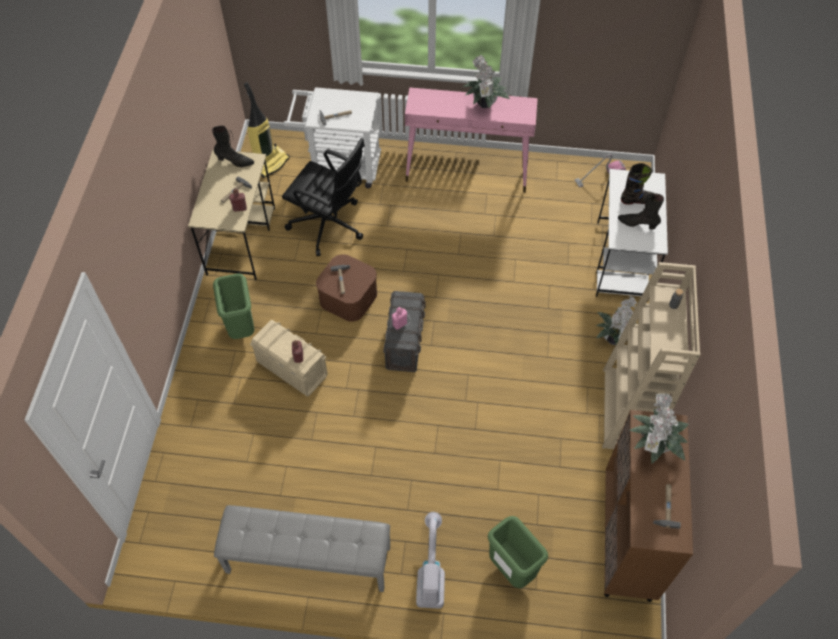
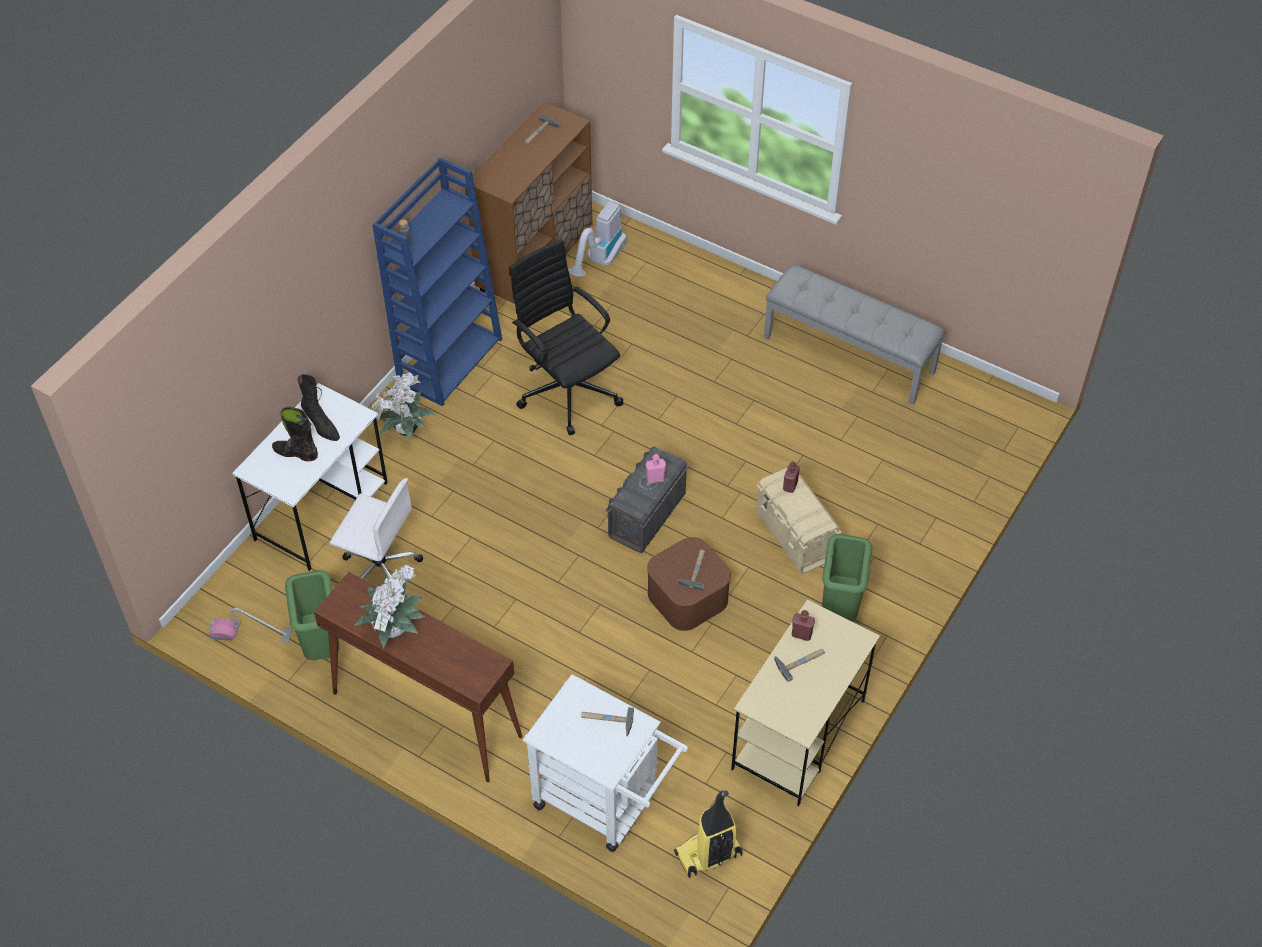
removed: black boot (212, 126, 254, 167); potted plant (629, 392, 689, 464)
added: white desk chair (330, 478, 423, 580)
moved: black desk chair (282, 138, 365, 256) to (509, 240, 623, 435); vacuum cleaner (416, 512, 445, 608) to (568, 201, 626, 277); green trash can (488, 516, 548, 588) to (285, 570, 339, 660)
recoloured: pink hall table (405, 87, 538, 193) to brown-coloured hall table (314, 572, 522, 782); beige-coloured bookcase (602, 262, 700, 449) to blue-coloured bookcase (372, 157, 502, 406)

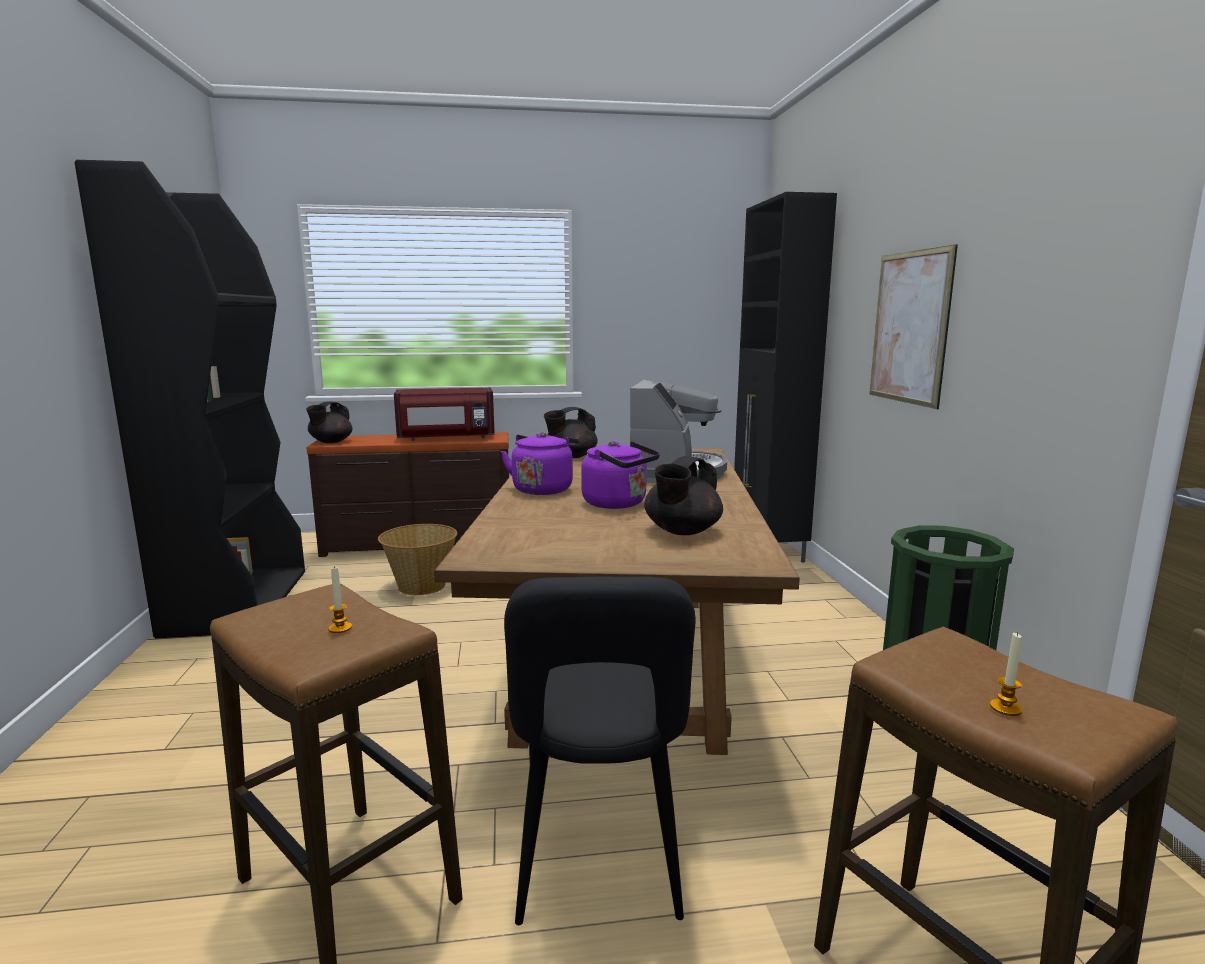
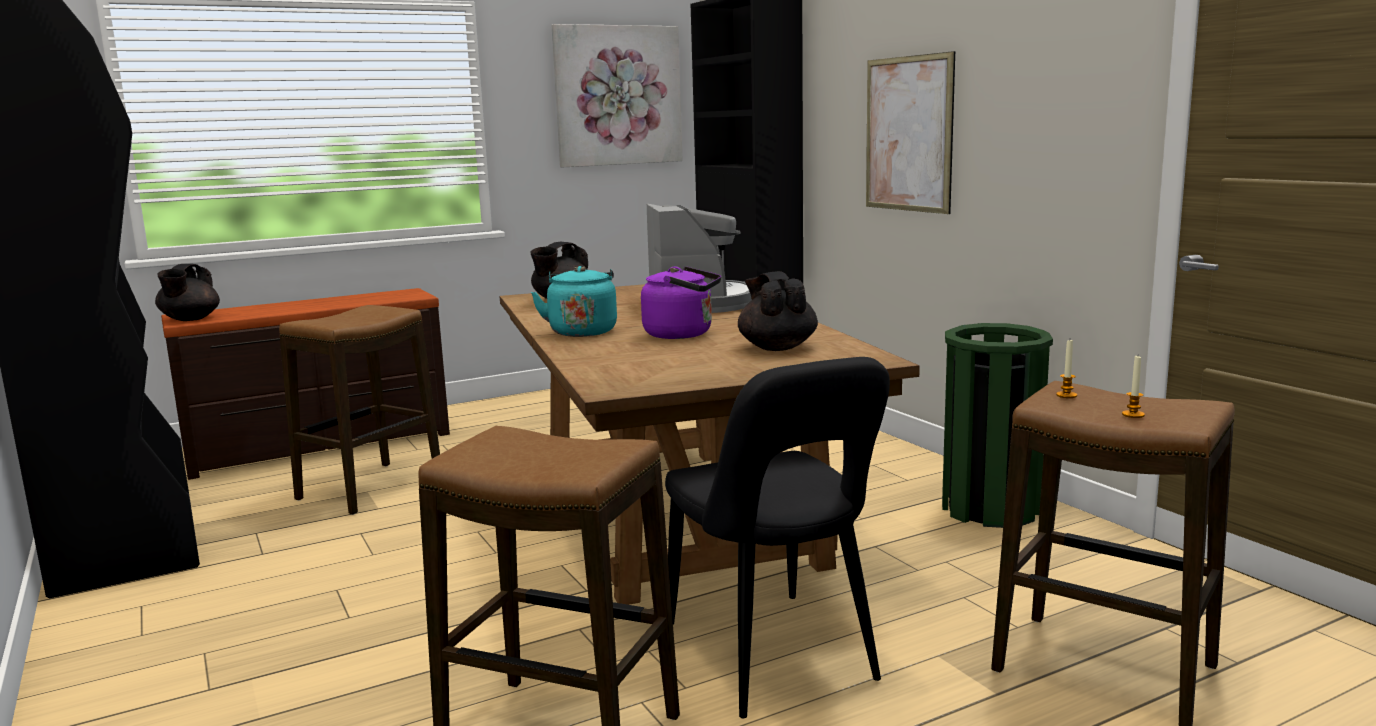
removed: reddish microwave (394, 388, 495, 441)
added: picture (551, 24, 683, 167)
moved: candle (328, 566, 352, 633) to (1056, 340, 1077, 398)
replaced: basket (378, 524, 457, 595) to stool seat (279, 305, 440, 515)
recoloured: purple-coloured kettle (501, 432, 579, 495) to blue-green kettle (531, 266, 617, 337)
turned: black tea pot (644, 456, 723, 535) = (738, 271, 818, 351) 150 degrees clockwise

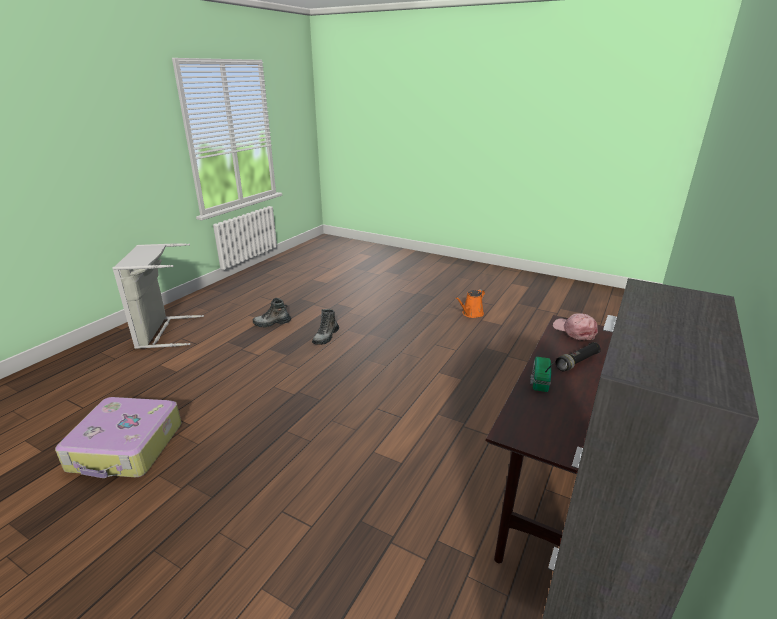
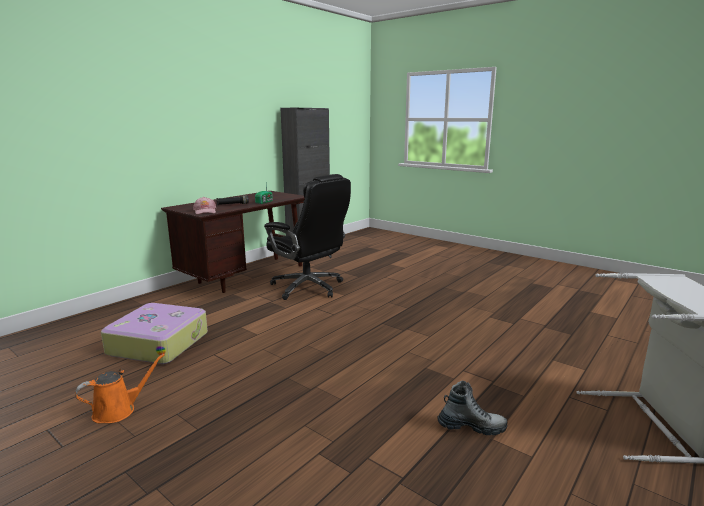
removed: boot (312, 309, 339, 345)
added: black desk chair (264, 174, 351, 300)
moved: piece of luggage (55, 397, 182, 478) to (101, 303, 208, 364)

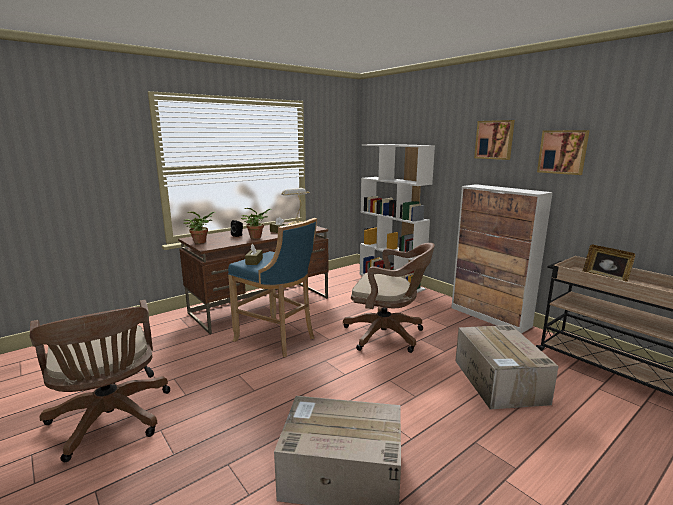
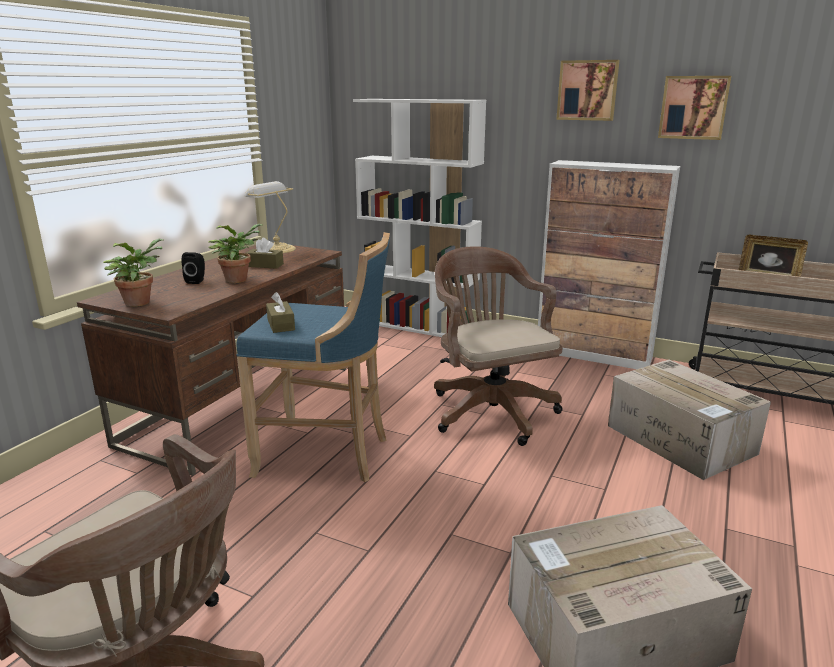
turned: brown-coloured desk chair (343, 243, 435, 353) = (434, 246, 563, 446) 105 degrees counterclockwise

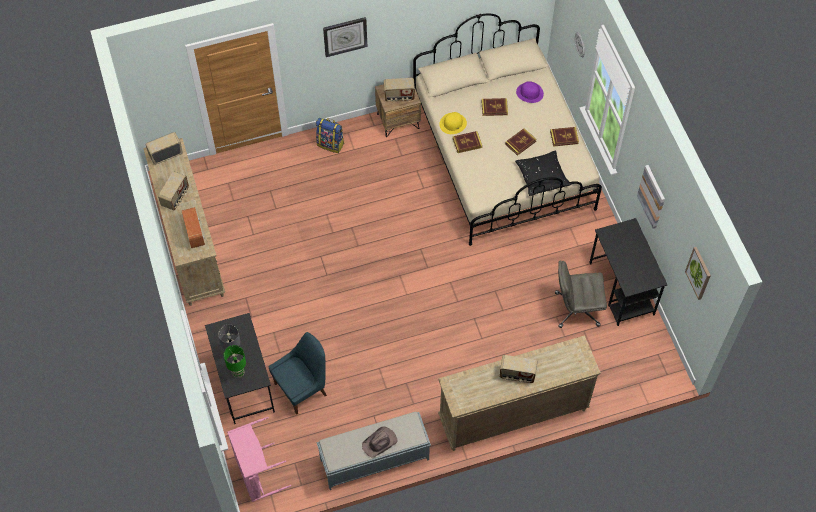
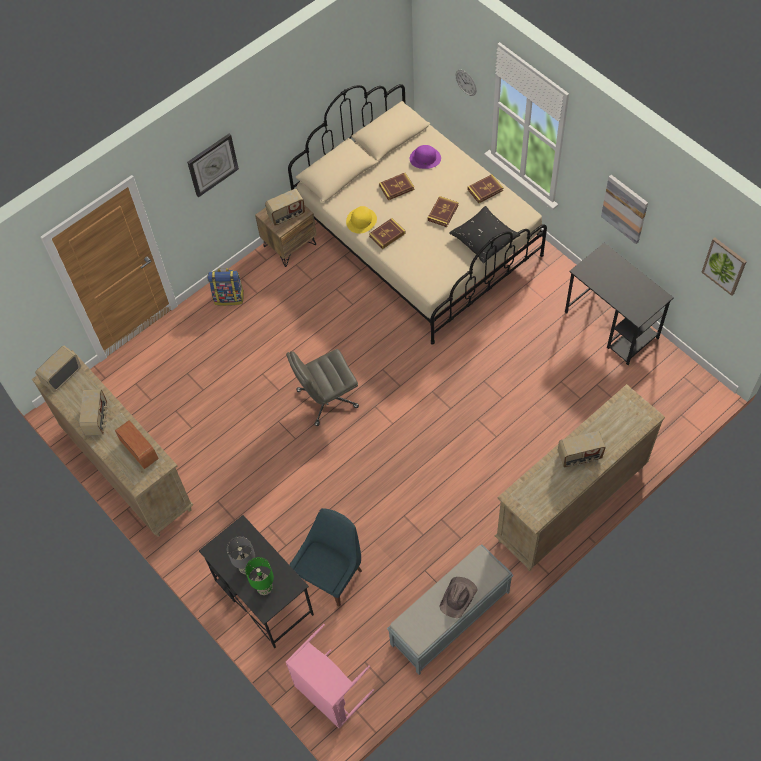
moved: greyish desk chair (555, 260, 607, 328) to (286, 349, 359, 426)

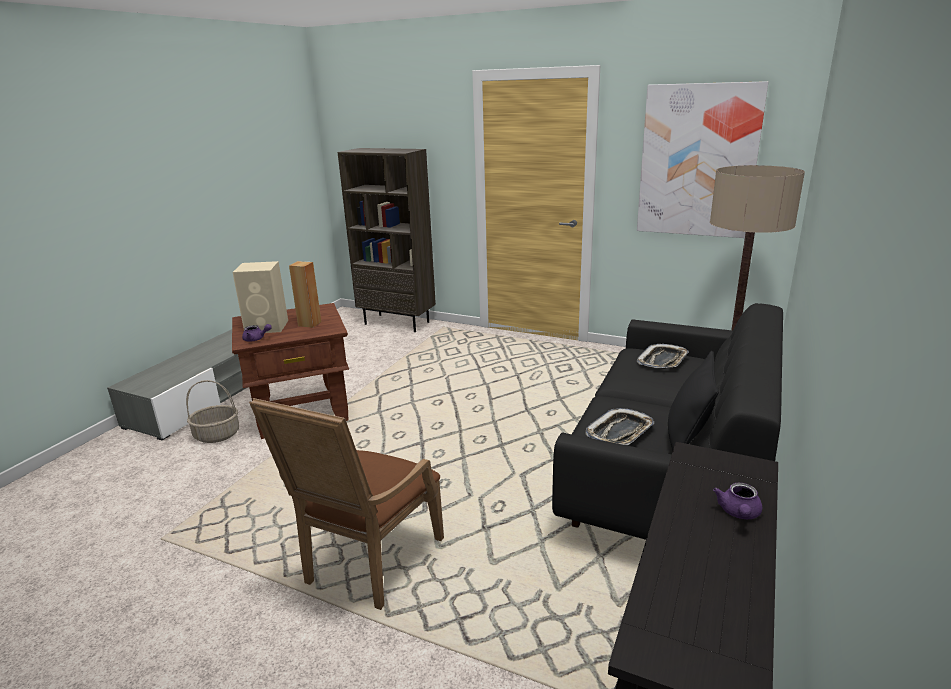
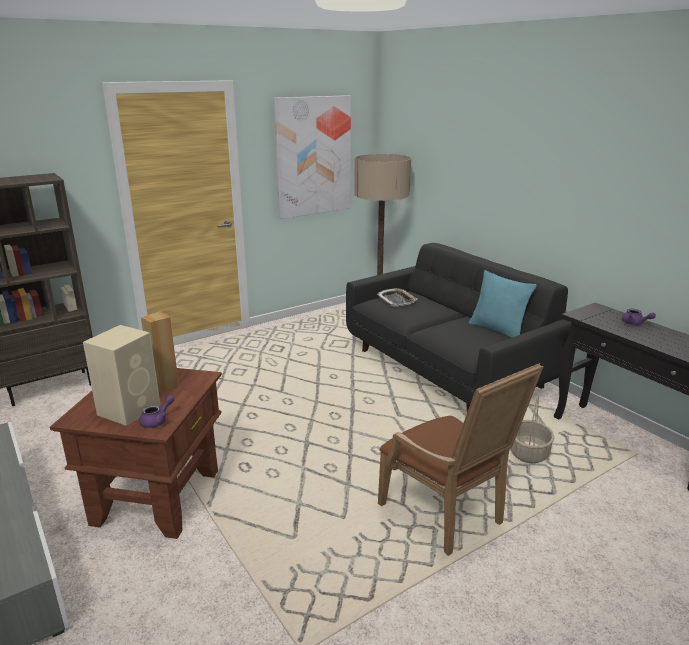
removed: serving tray (585, 408, 654, 445)
moved: basket (186, 380, 239, 443) to (510, 396, 554, 463)
recoloured: black pillow (668, 351, 719, 452) to blue-green pillow (469, 270, 536, 338)

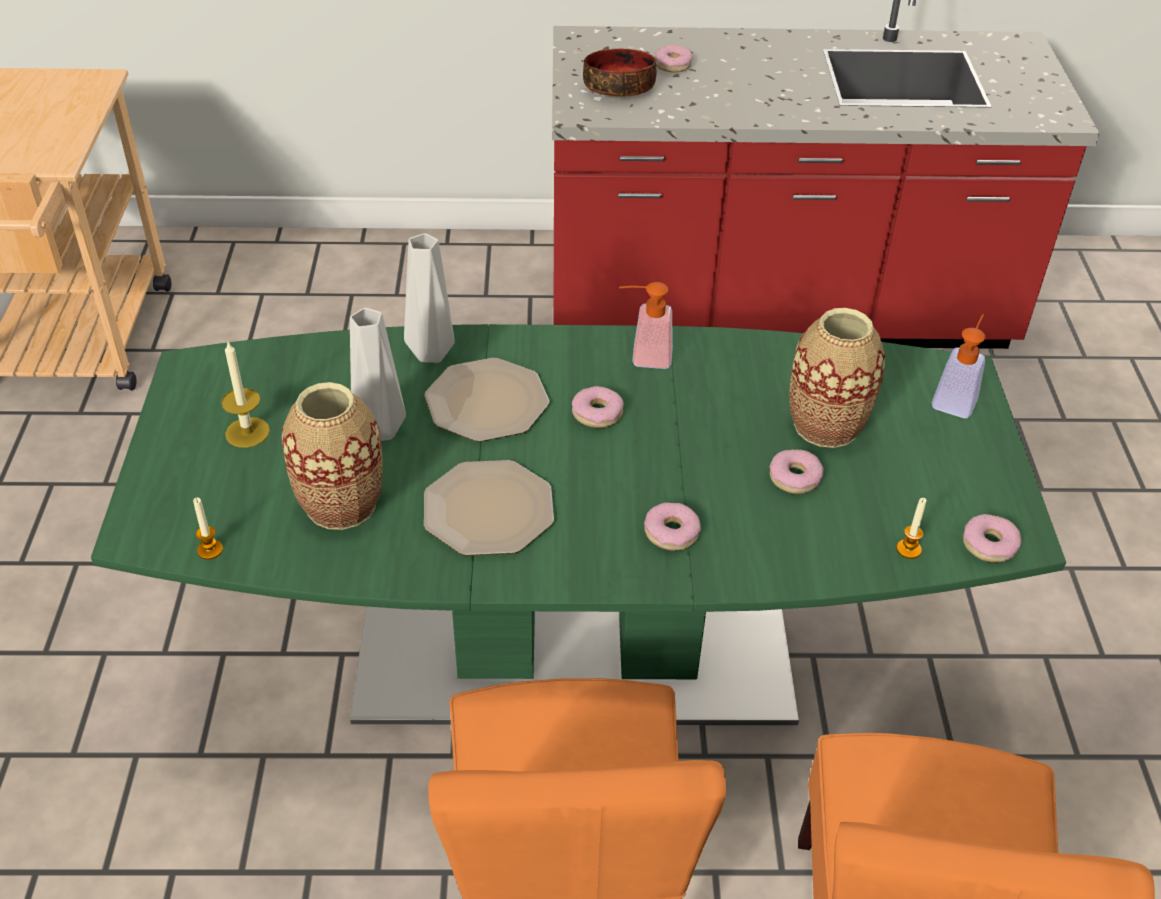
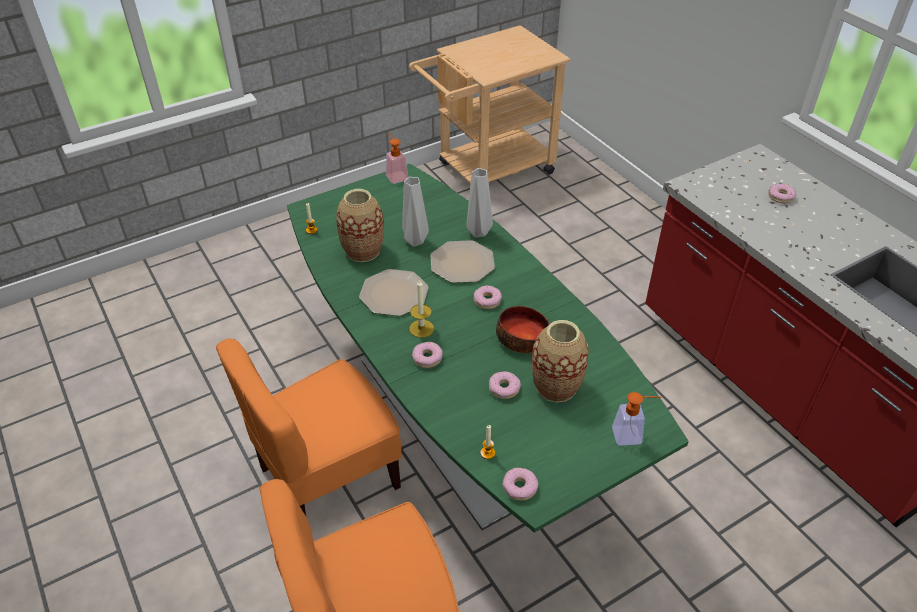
moved: candle (221, 340, 270, 448) to (409, 279, 434, 338); bowl (583, 49, 656, 97) to (496, 306, 549, 353); soap dispenser (619, 282, 673, 369) to (386, 133, 408, 184)

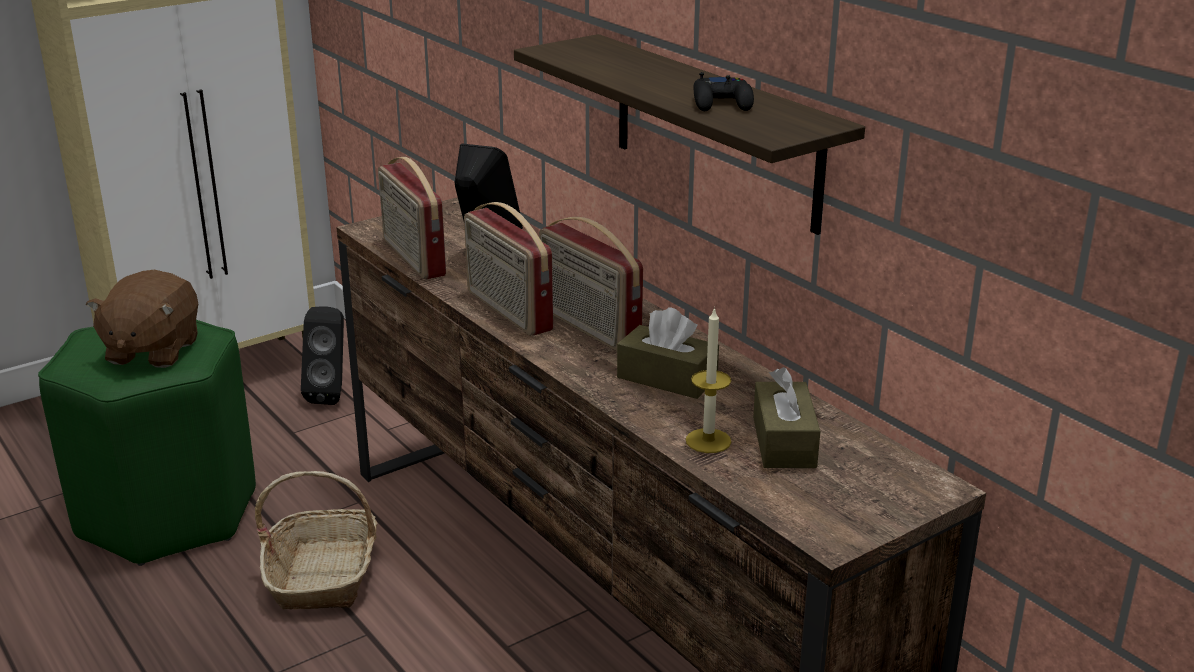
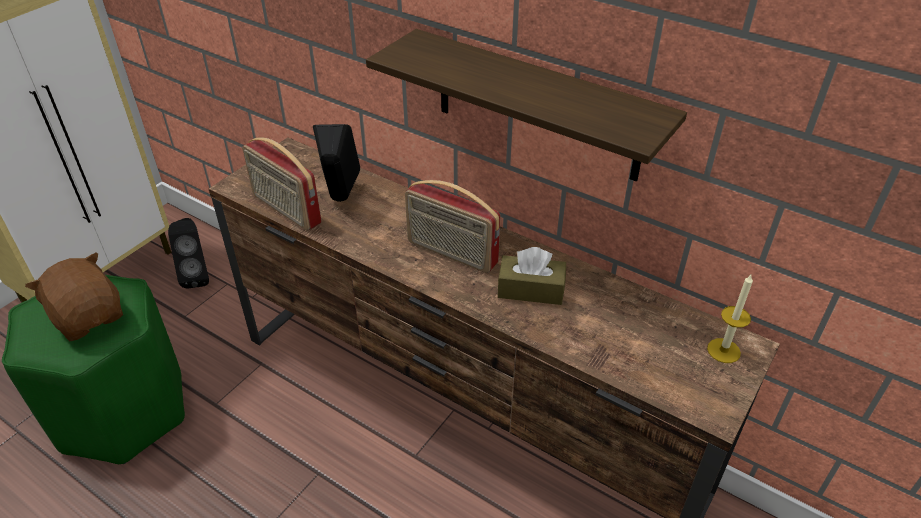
removed: basket (255, 471, 377, 610); radio set (464, 202, 553, 336); black gamepad (693, 72, 754, 111); brown-coloured tissue box (753, 367, 820, 468)
moved: candle (686, 307, 731, 453) to (707, 275, 753, 363)
turned: brown-coloured soft toy (86, 270, 198, 368) = (25, 253, 123, 341) 150 degrees clockwise

